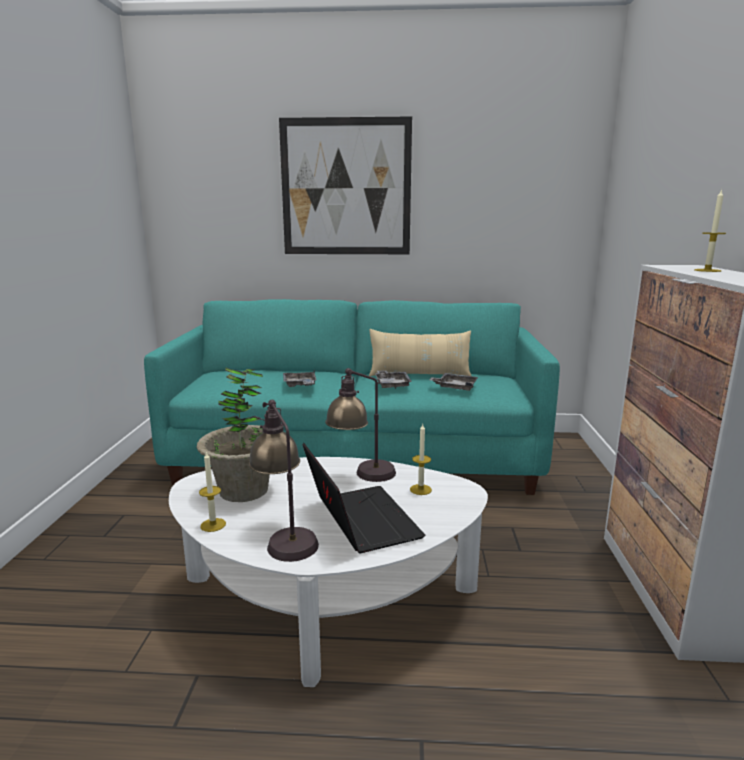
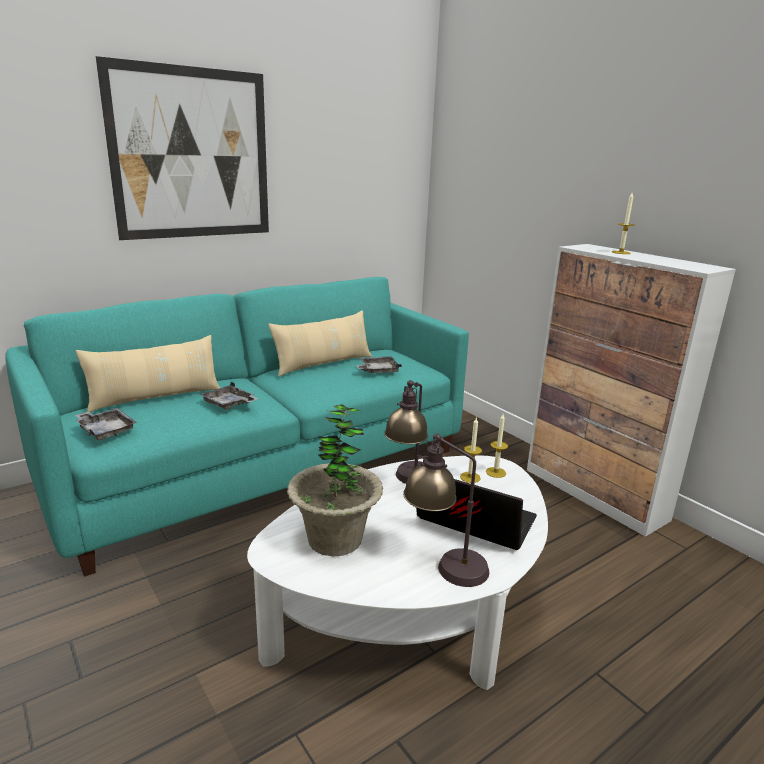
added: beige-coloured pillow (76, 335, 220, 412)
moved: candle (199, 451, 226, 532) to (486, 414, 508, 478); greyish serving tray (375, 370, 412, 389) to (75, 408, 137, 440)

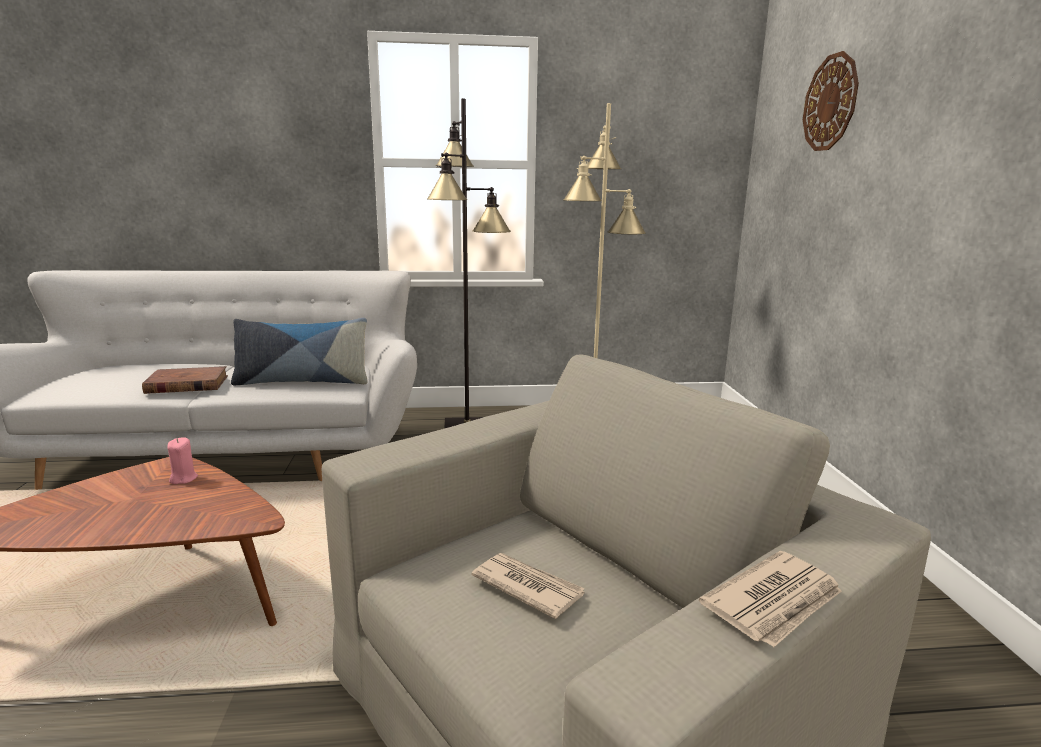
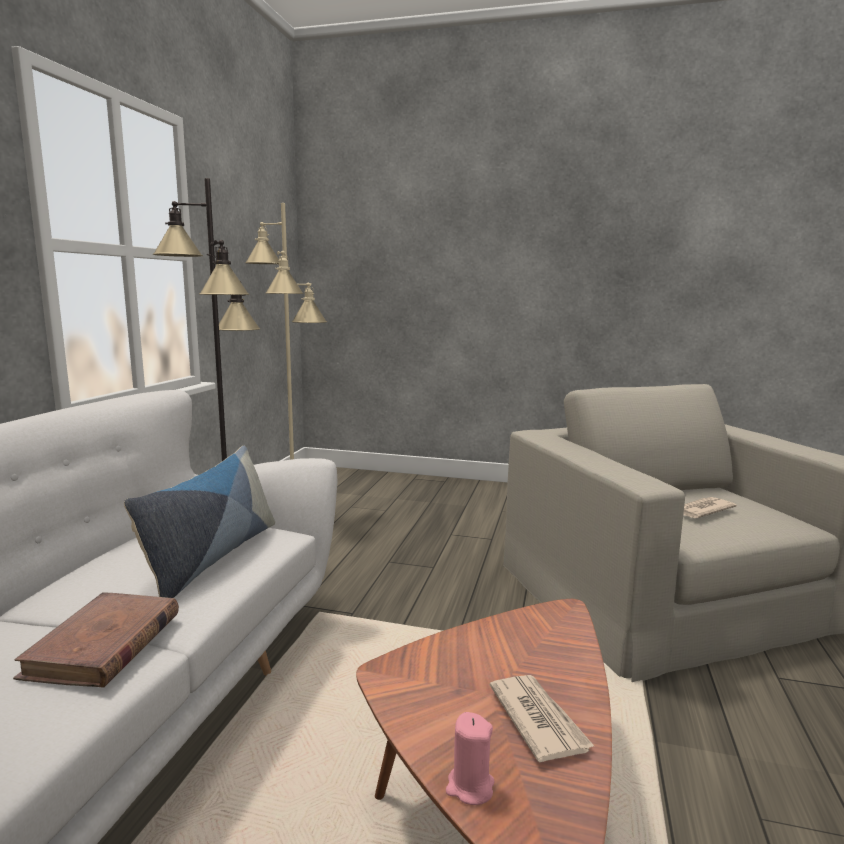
removed: clock on the wall (803, 51, 859, 151)
moved: pink candle (167, 437, 198, 484) to (446, 712, 495, 805); daily paper (699, 551, 842, 647) to (490, 675, 594, 762)

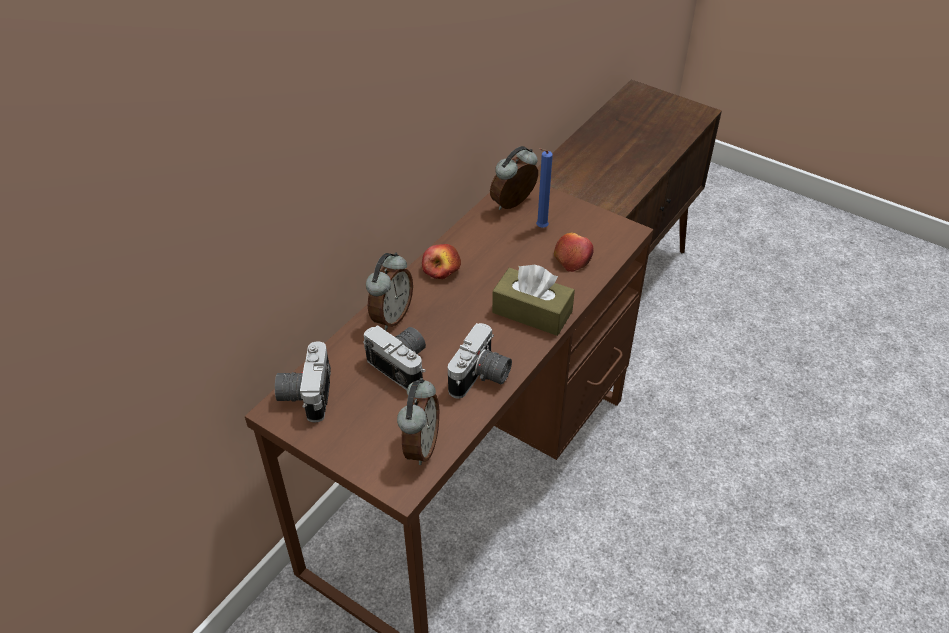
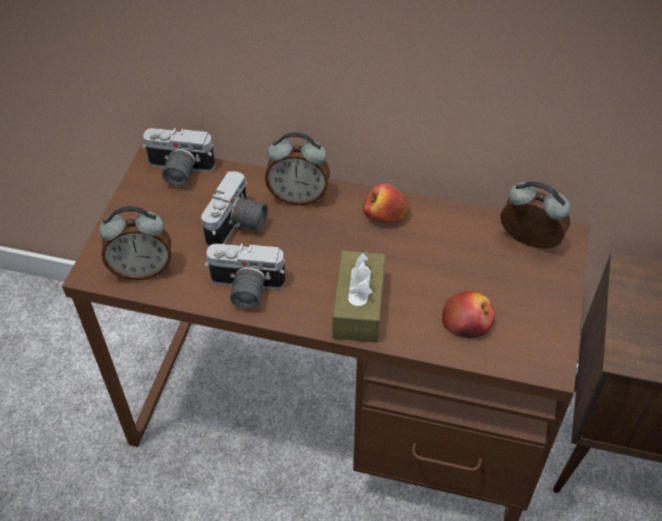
removed: blue-coloured candle (536, 148, 553, 228)
turned: still camera (275, 341, 331, 422) = (142, 128, 215, 187) 150 degrees counterclockwise

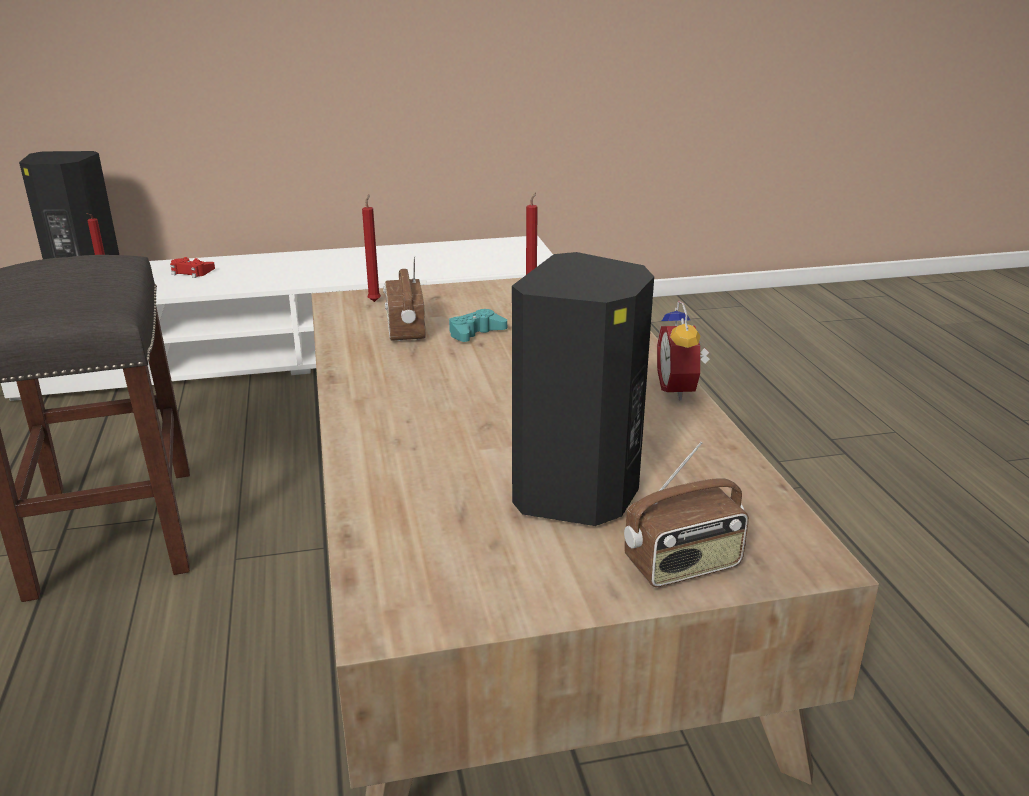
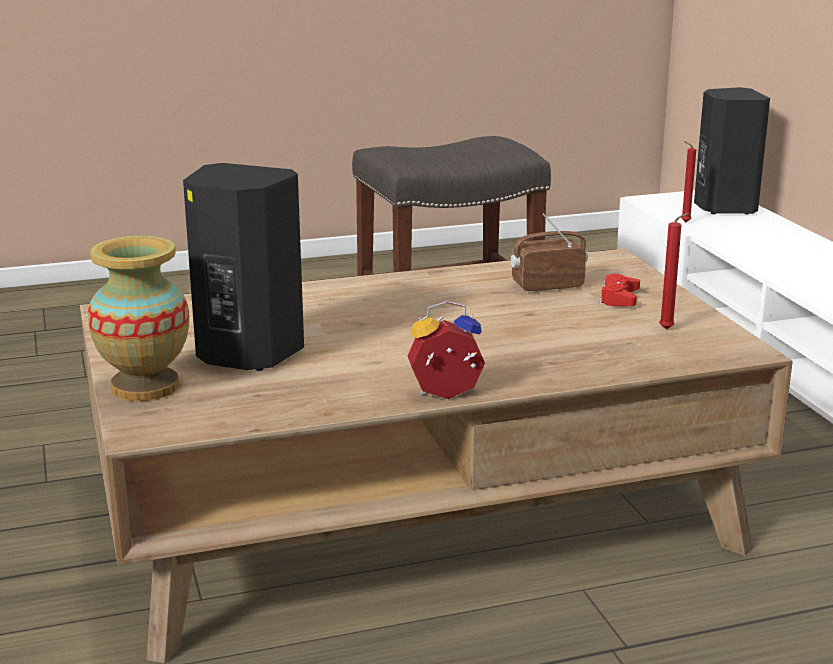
removed: reddish candle (362, 194, 381, 302); blue-green gamepad (449, 309, 507, 342)
moved: reddish gamepad (170, 257, 215, 278) to (600, 274, 640, 306)
replaced: radio set (624, 441, 749, 587) to decorative vase (88, 236, 189, 401)

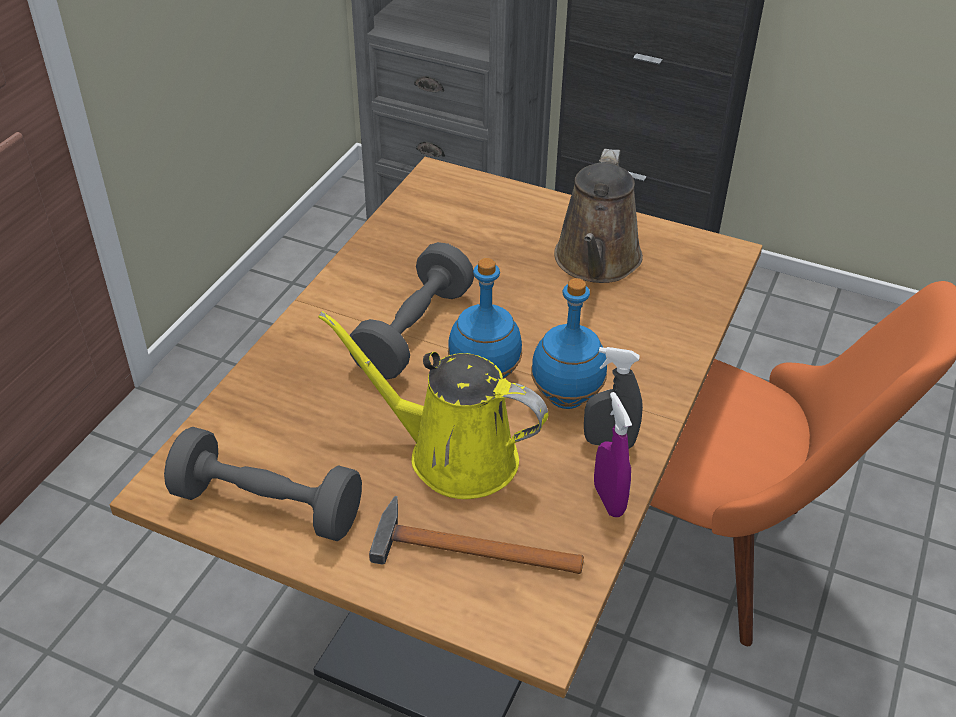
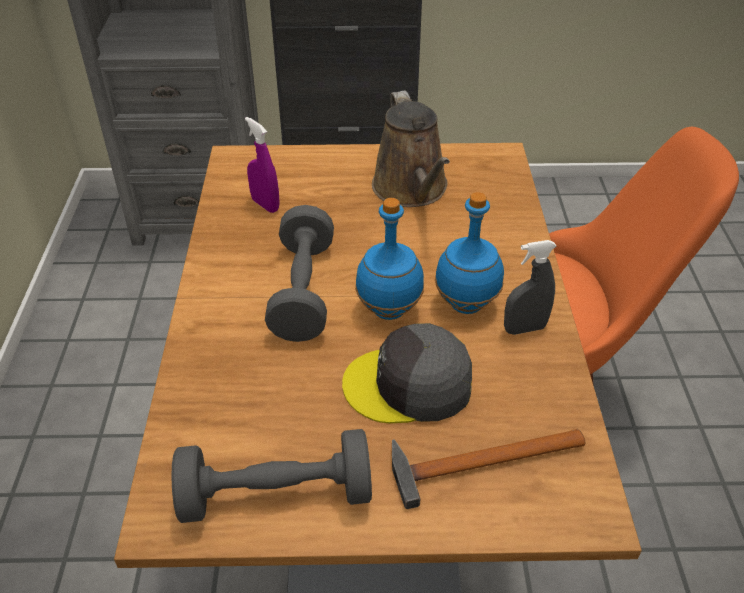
moved: purple-coloured sprayer (594, 392, 632, 517) to (245, 117, 280, 213)
replaced: yellowish watering can (318, 311, 548, 499) to greyish baseball cap (342, 323, 472, 423)

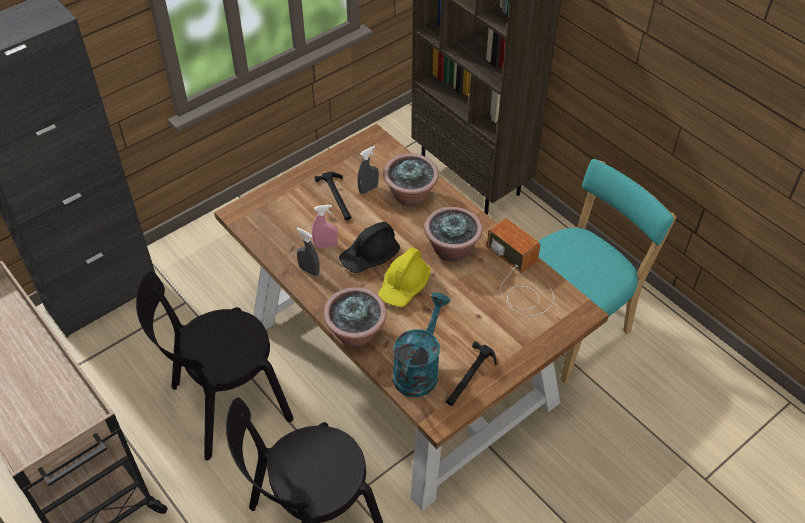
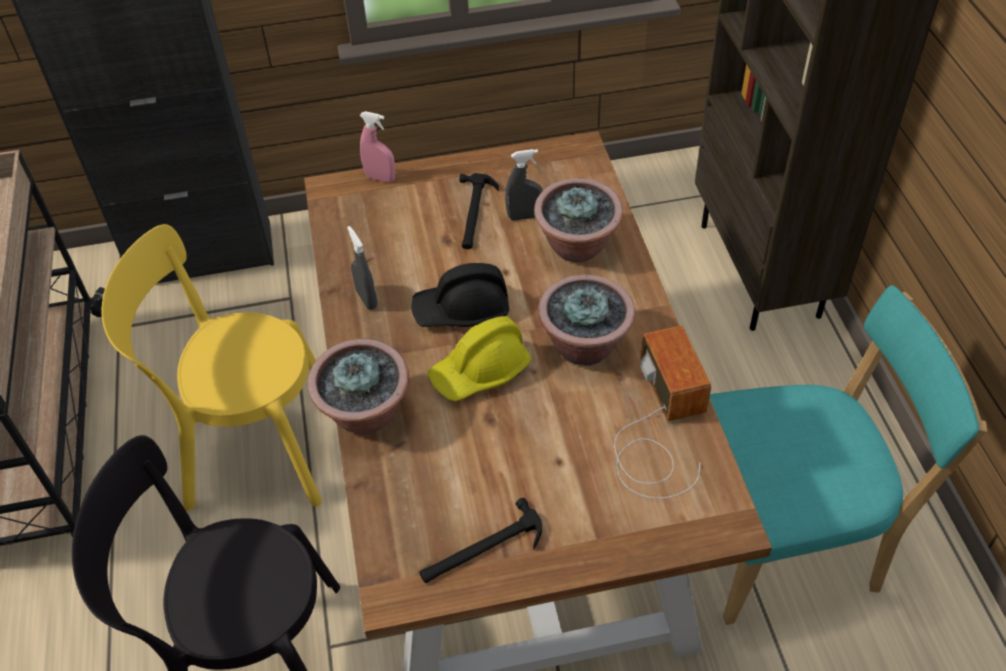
removed: blue-green watering can (393, 292, 450, 397)
moved: pink sprayer (312, 205, 338, 248) to (360, 111, 395, 182)
recoloured: black chair (136, 272, 294, 461) to yellowish chair (102, 224, 322, 511)

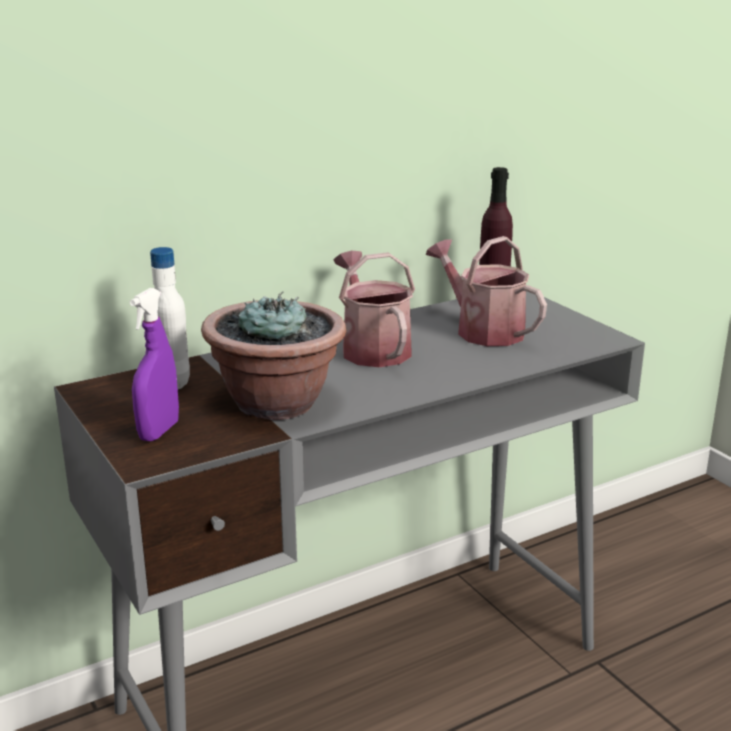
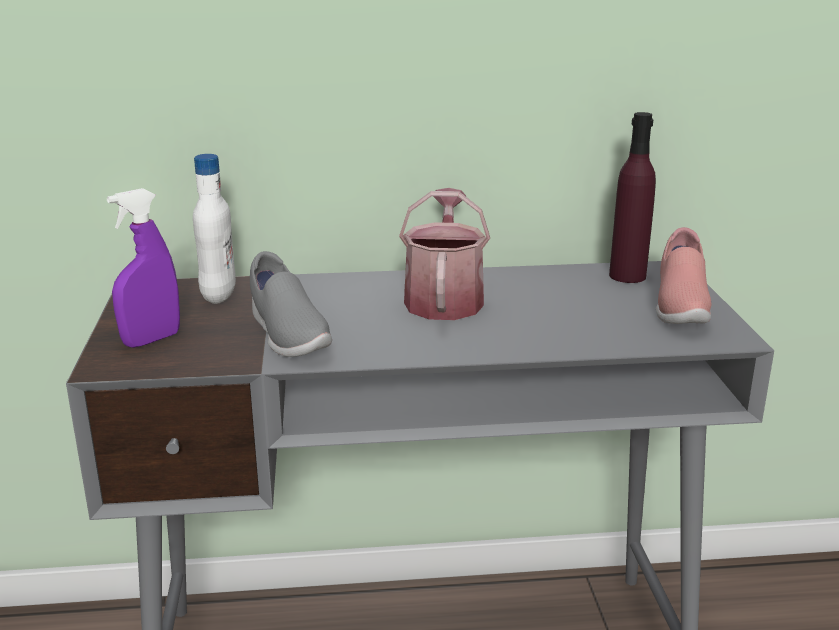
removed: watering can (426, 236, 547, 346)
added: pink shoe (656, 227, 712, 324)
replaced: potted plant (201, 292, 346, 420) to greyish shoe (250, 251, 332, 357)

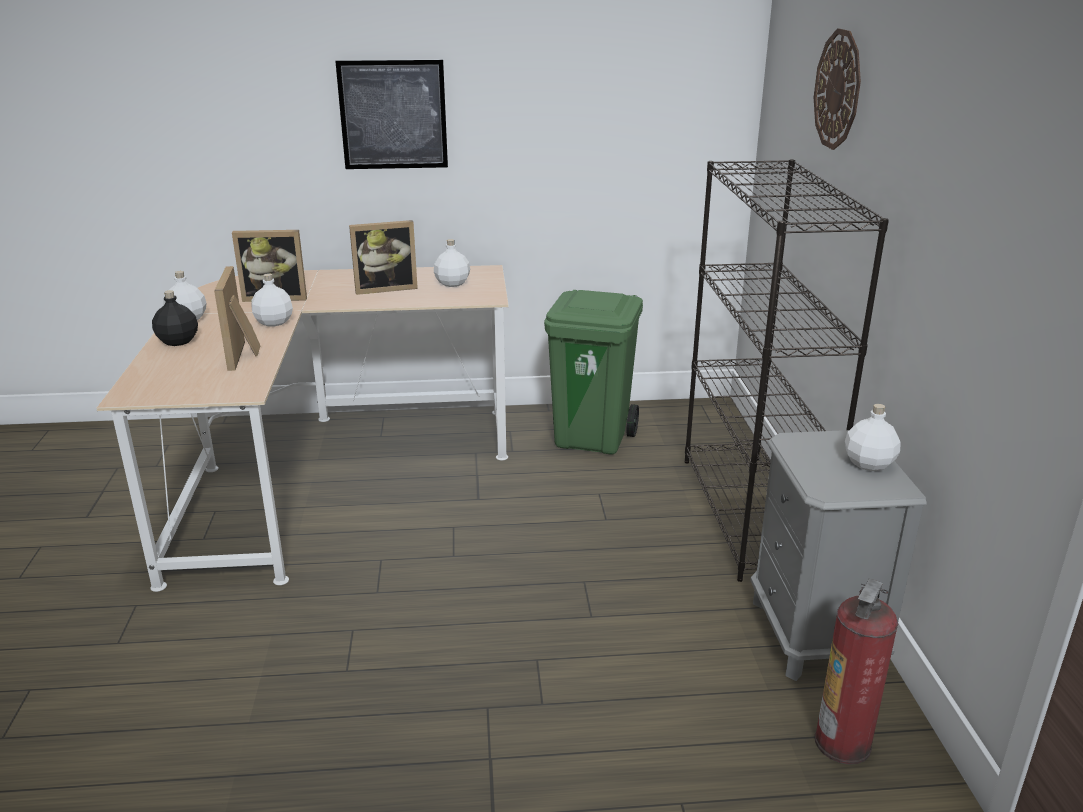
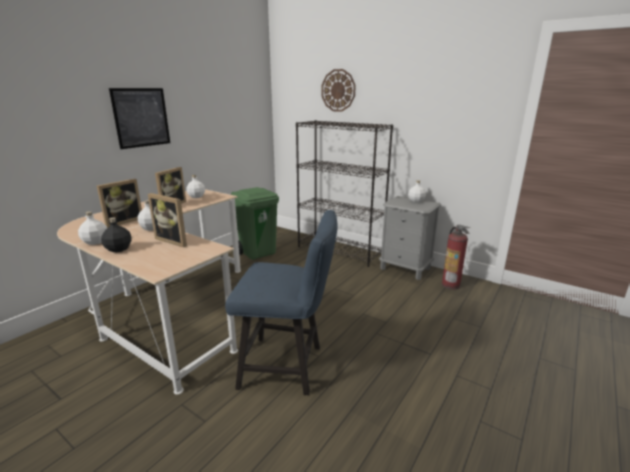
added: blue-coloured chair (225, 210, 338, 395)

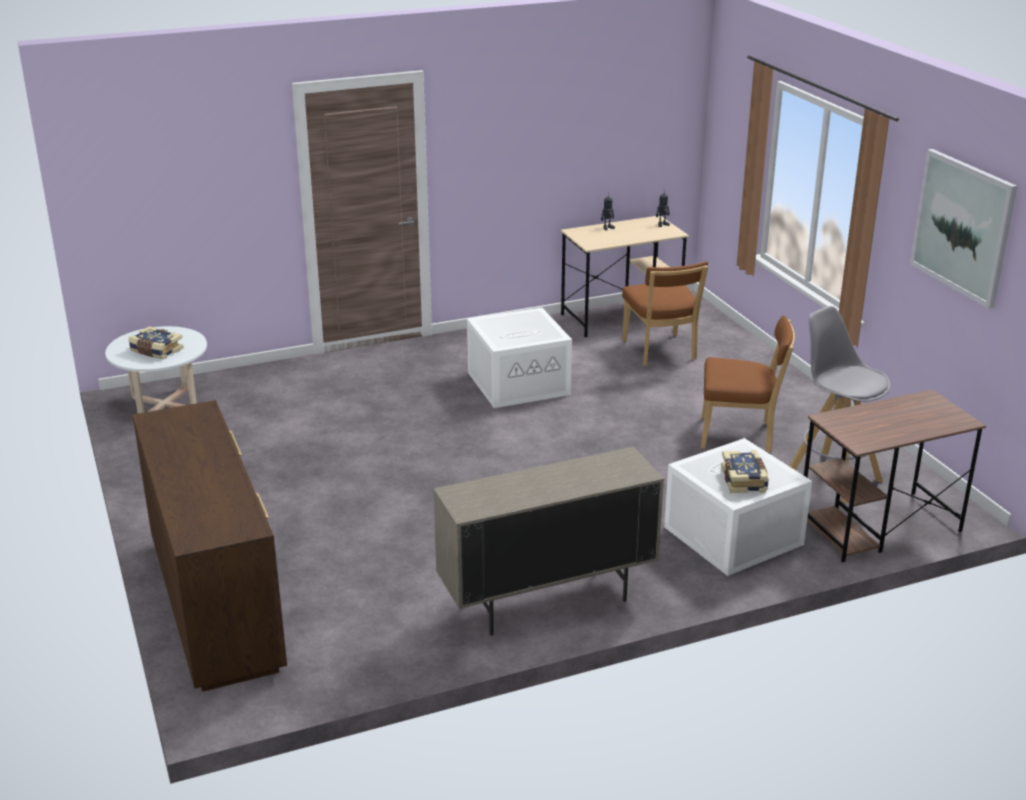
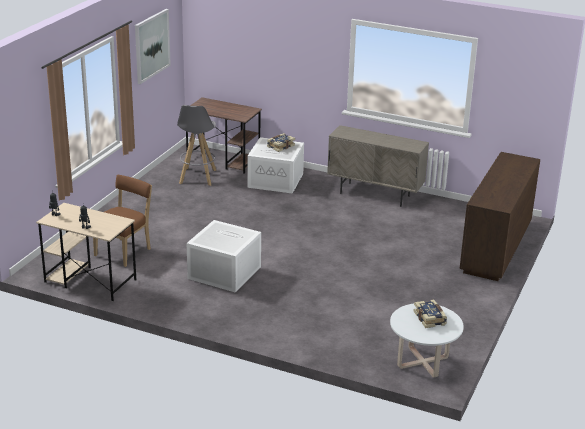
removed: brown-coloured chair (701, 315, 795, 453)

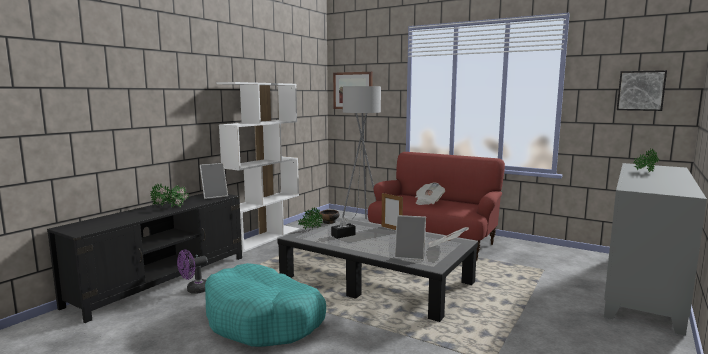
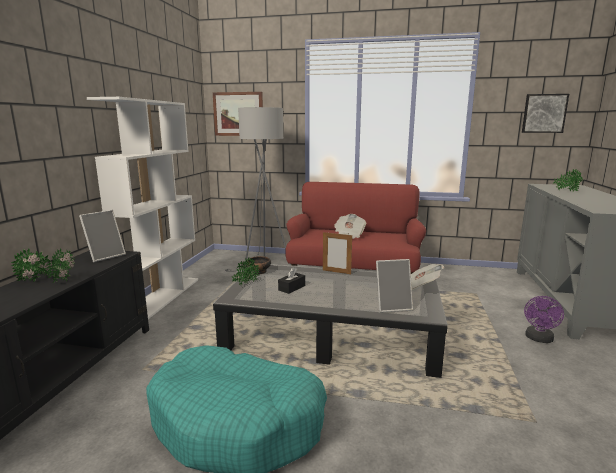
moved: purple-coloured cooling fan (177, 250, 208, 294) to (524, 296, 564, 343)

